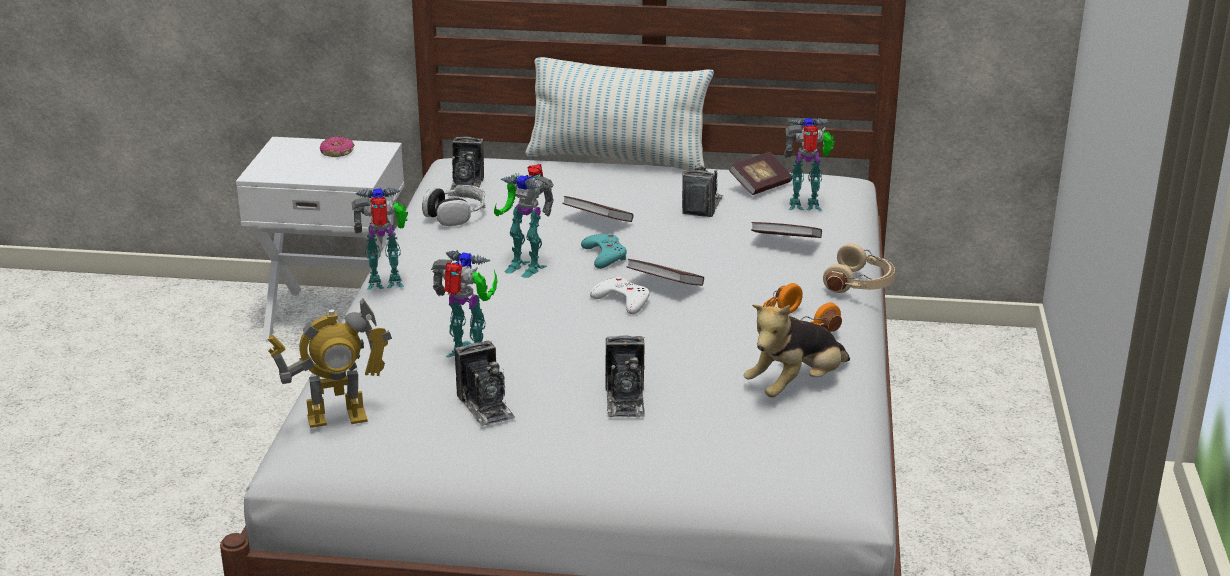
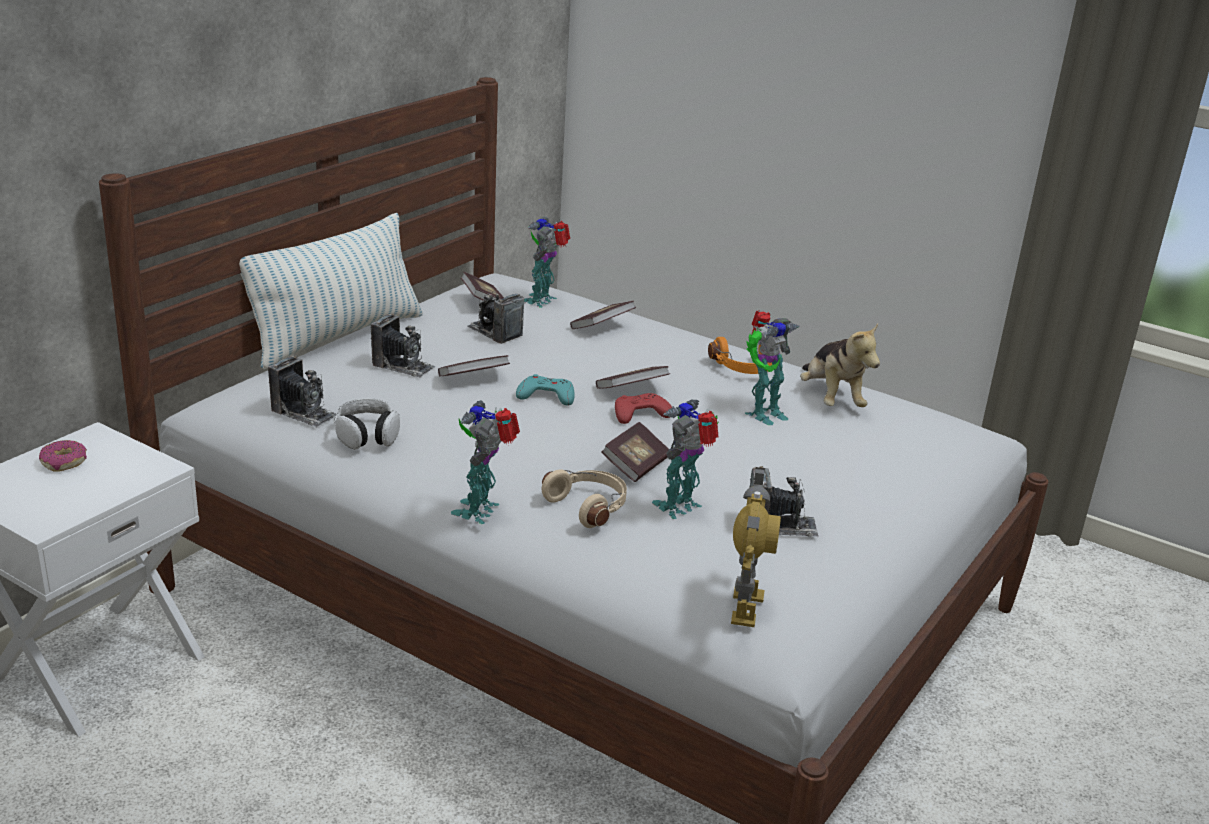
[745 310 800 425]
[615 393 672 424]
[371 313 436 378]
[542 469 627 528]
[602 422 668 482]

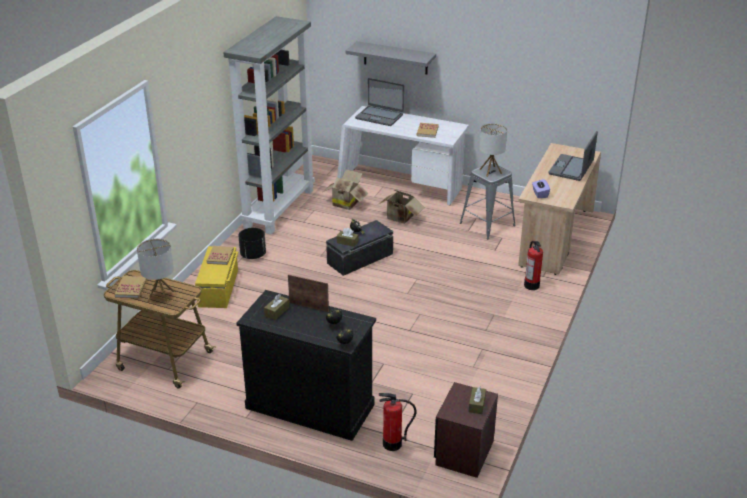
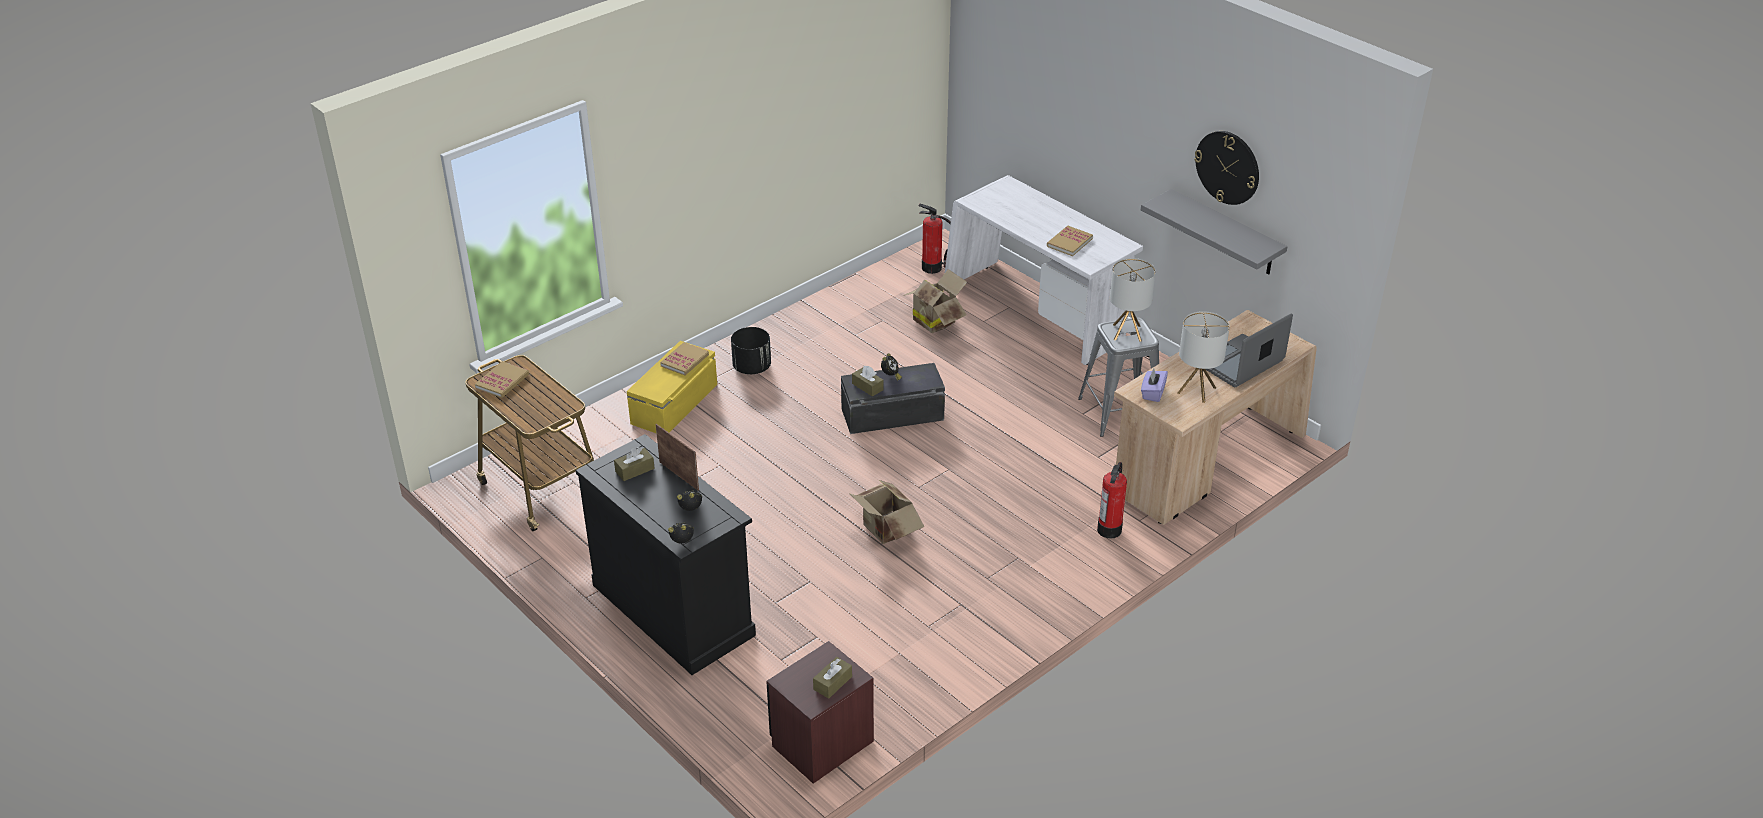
[1177 311 1230 403]
[223 16 315 235] (first image)
[1141 189 1288 274]
[355 78 404 126] (first image)
[850 480 925 544]
[918 204 951 274]
[1194 131 1259 205]

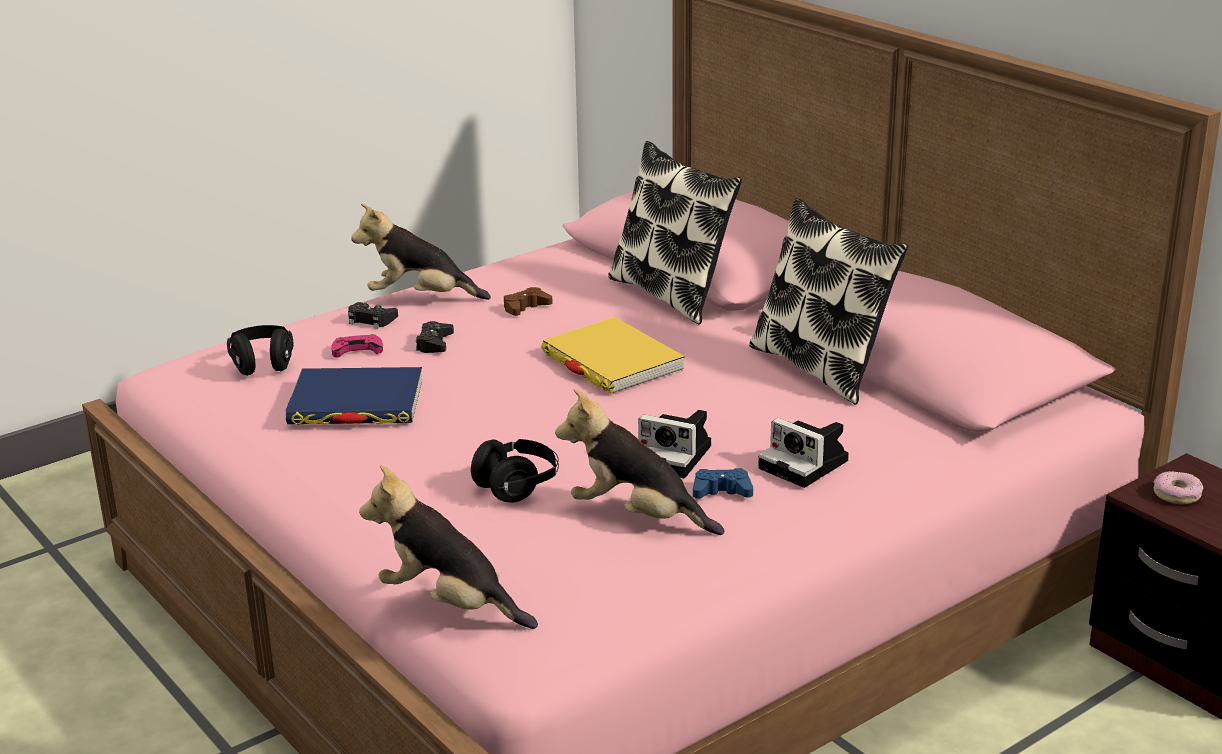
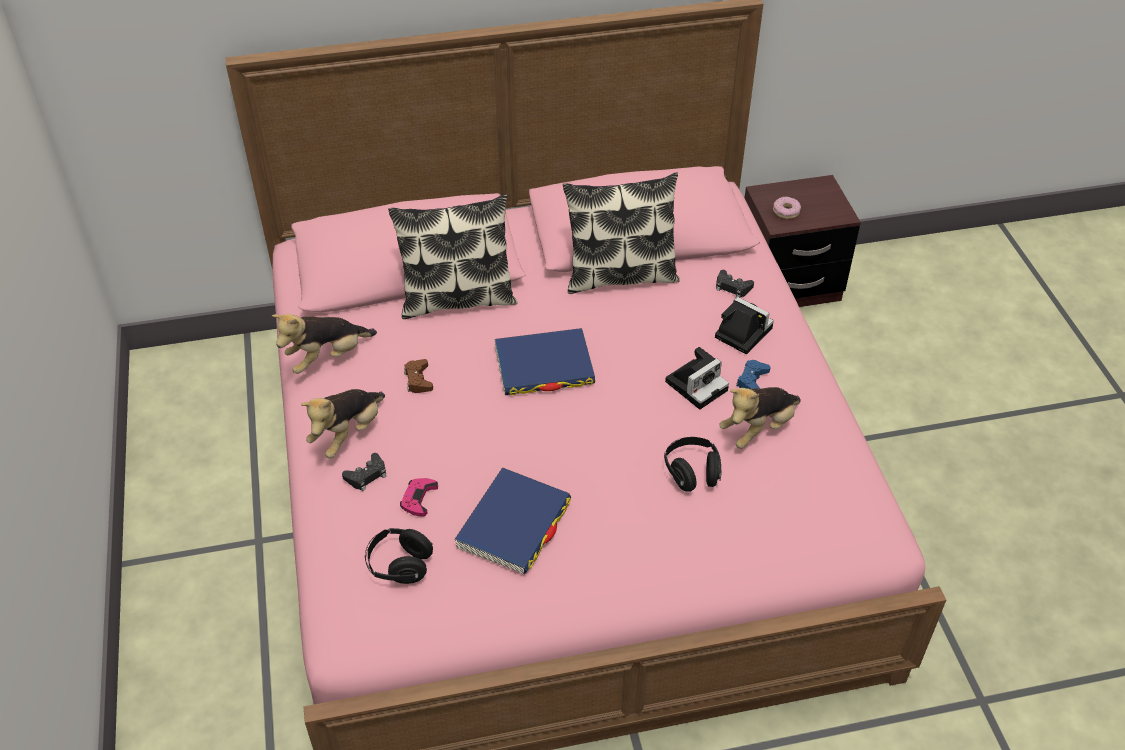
[272 314 377 374]
[716 270 754 298]
[495 328 595 395]
[715 297 774 354]

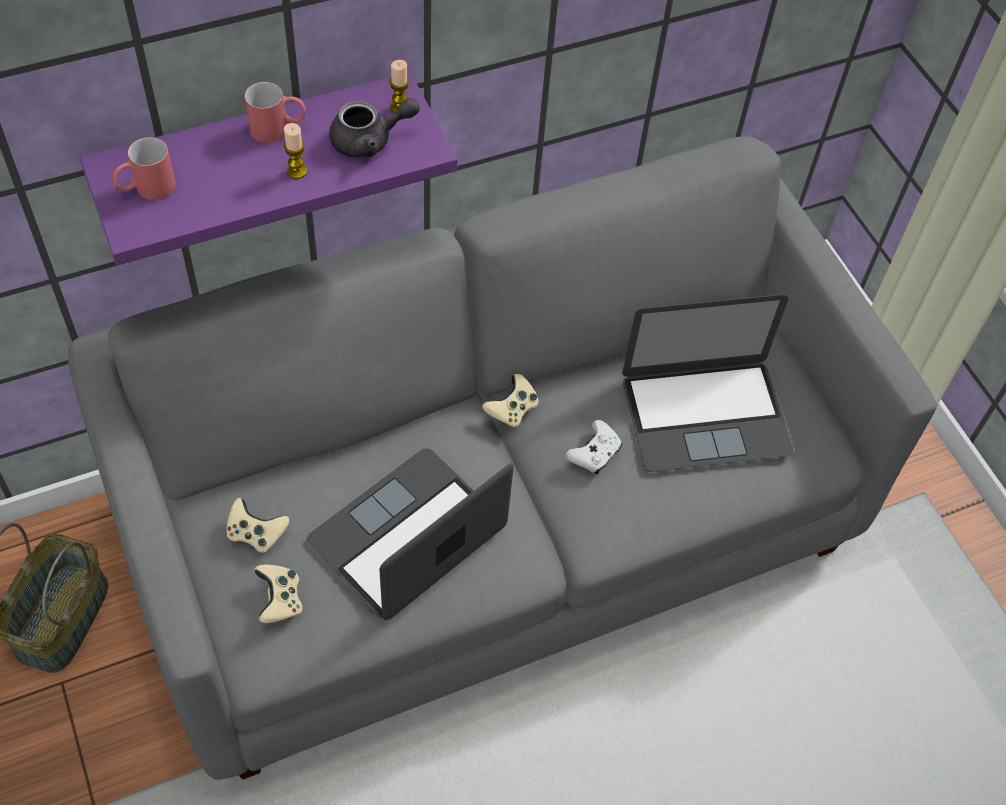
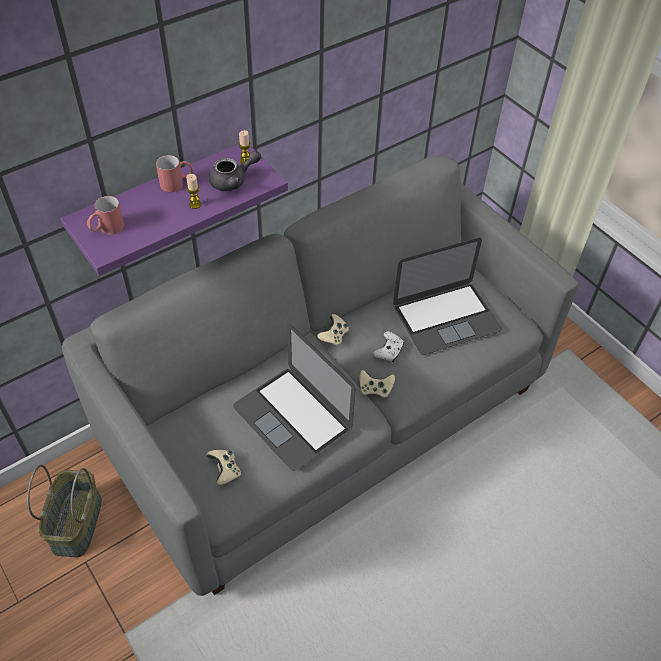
[359 370 395 398]
[233 324 356 471]

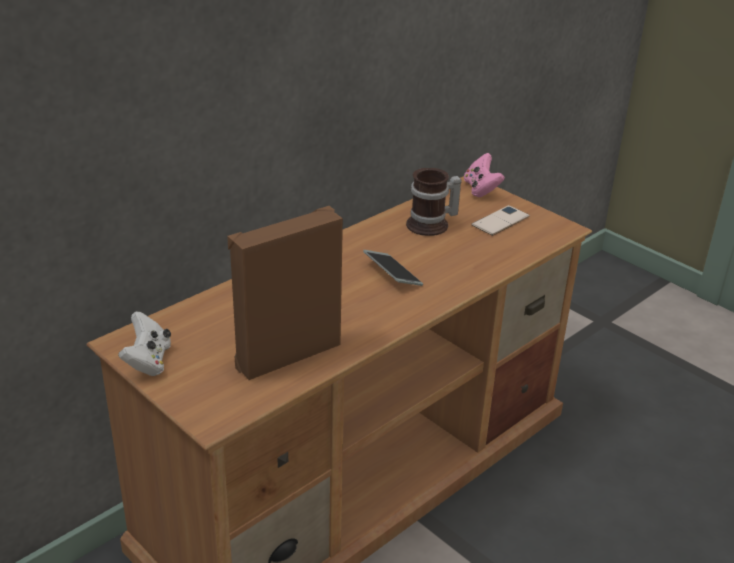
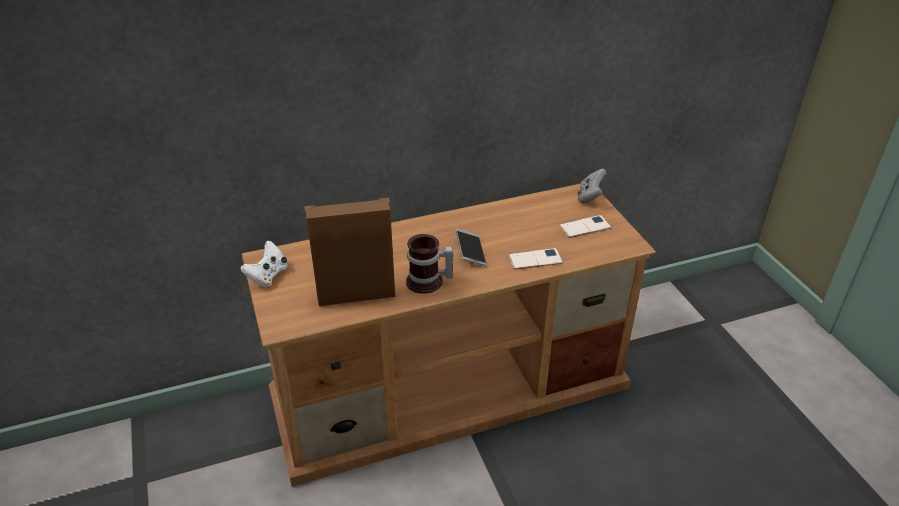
[406 234 453 294]
[578 169 606 204]
[508 248 563 269]

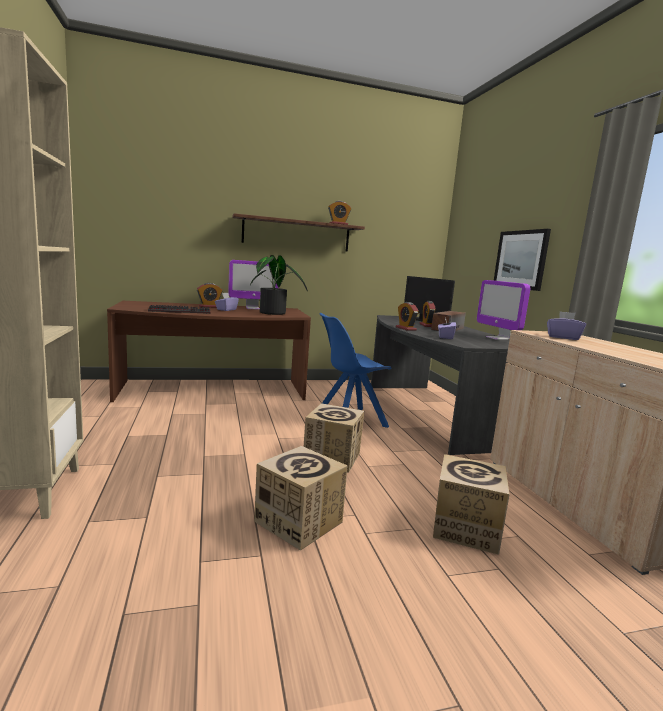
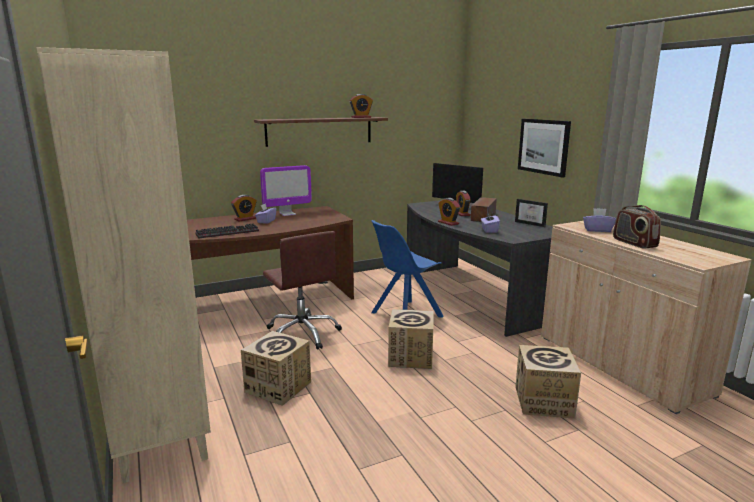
[250 255 308 315] (first image)
[241 331 311 406]
[515 199 548 227]
[263 231 342 350]
[613 205 661 249]

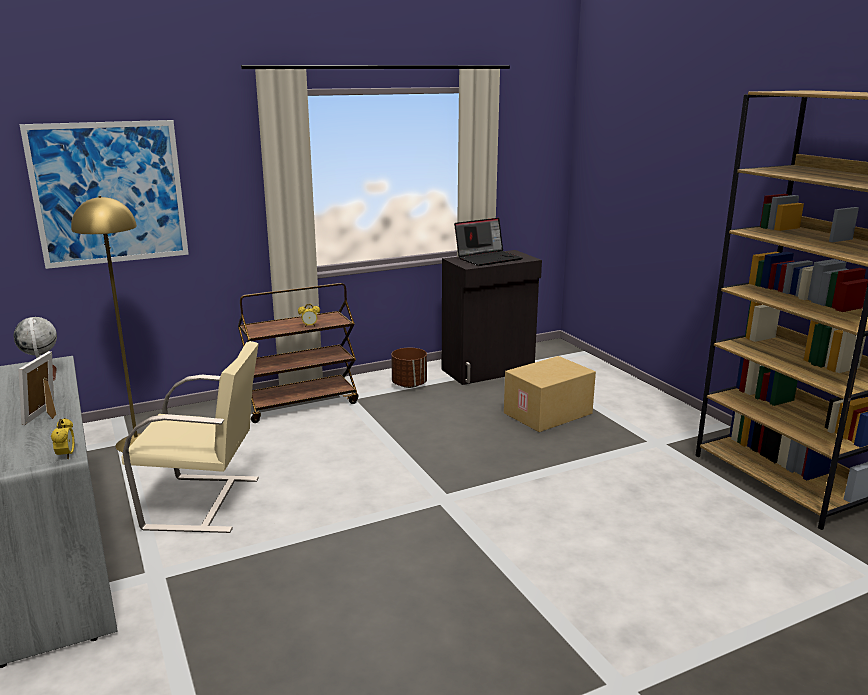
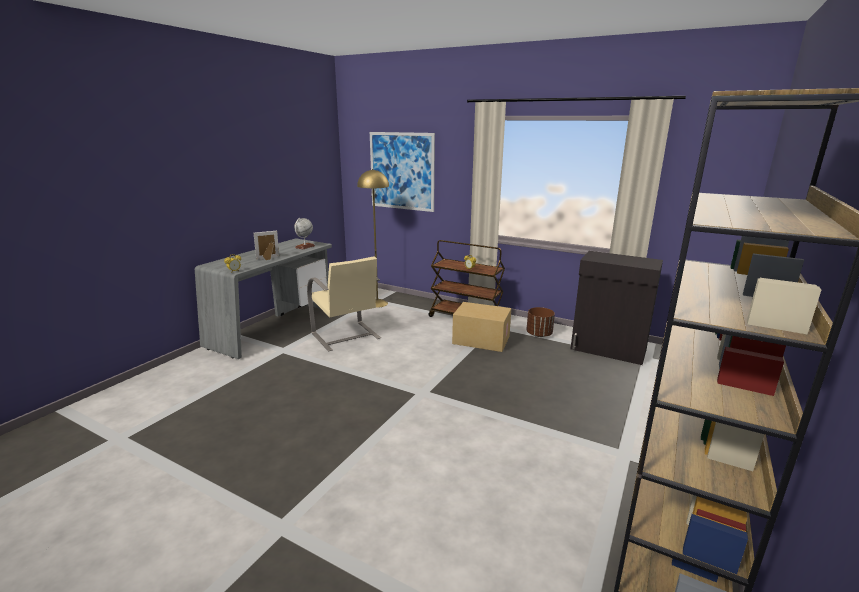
[454 218 523 266] (first image)
[452 302 511 352]

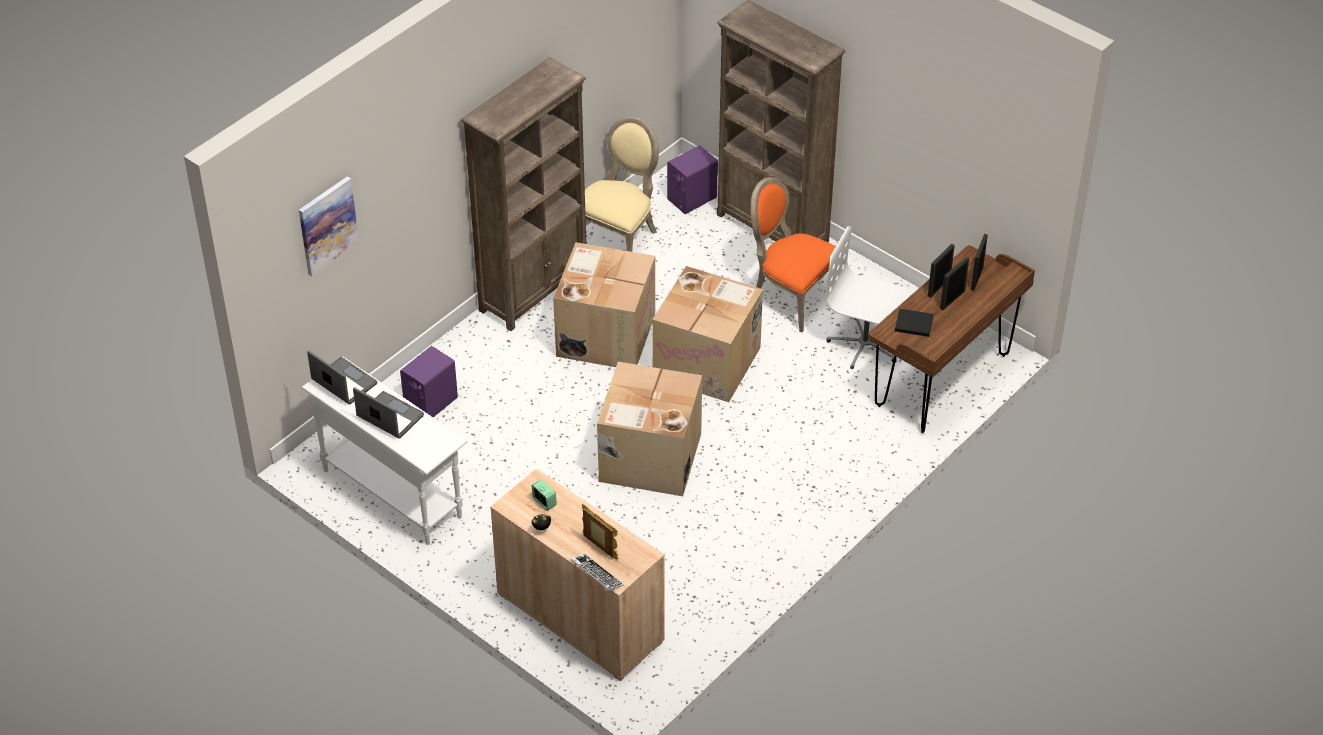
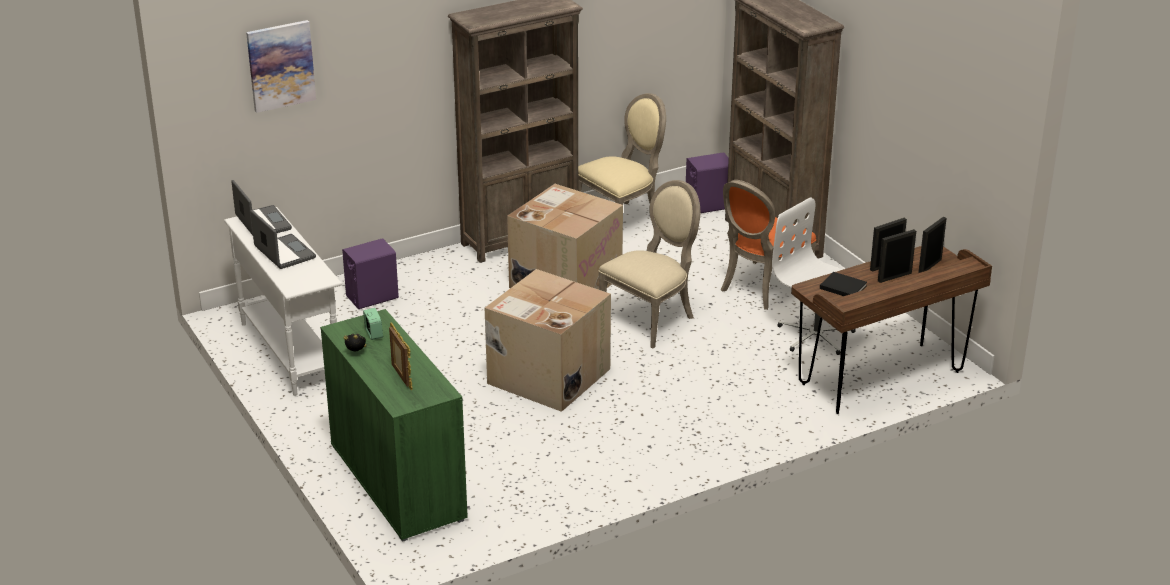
[320 309 468 542]
[571 553 623 591] (first image)
[599 180 700 348]
[721 180 817 310]

